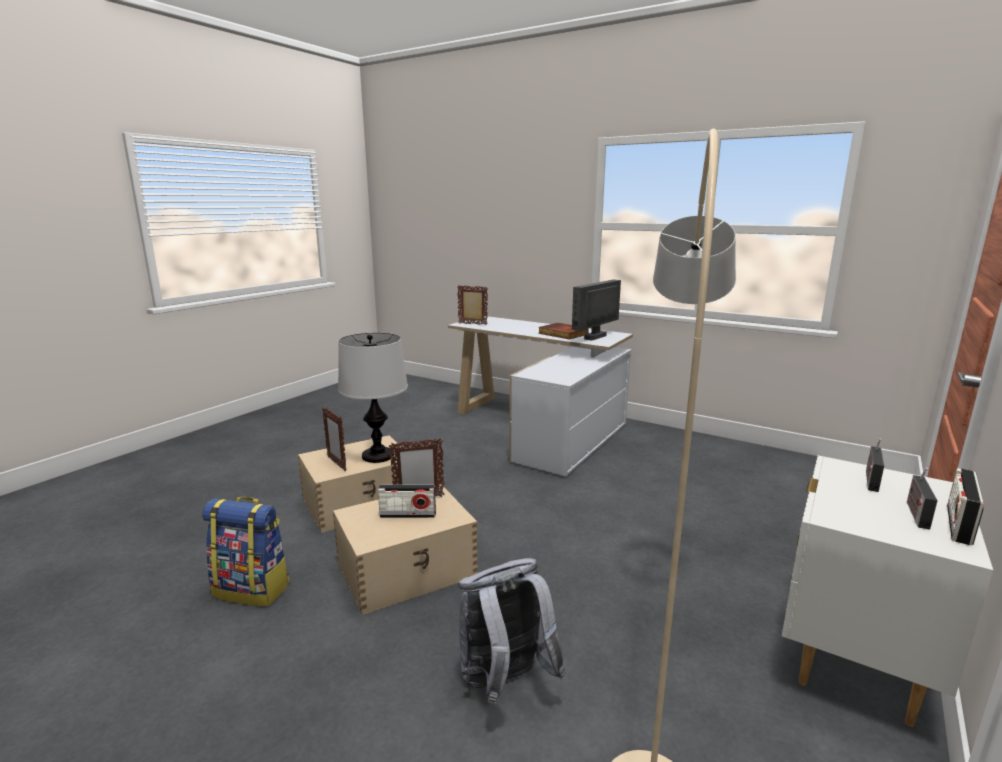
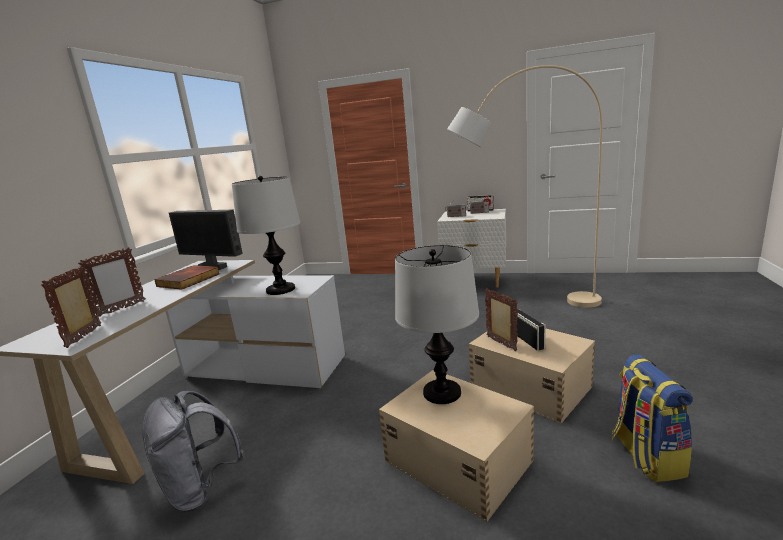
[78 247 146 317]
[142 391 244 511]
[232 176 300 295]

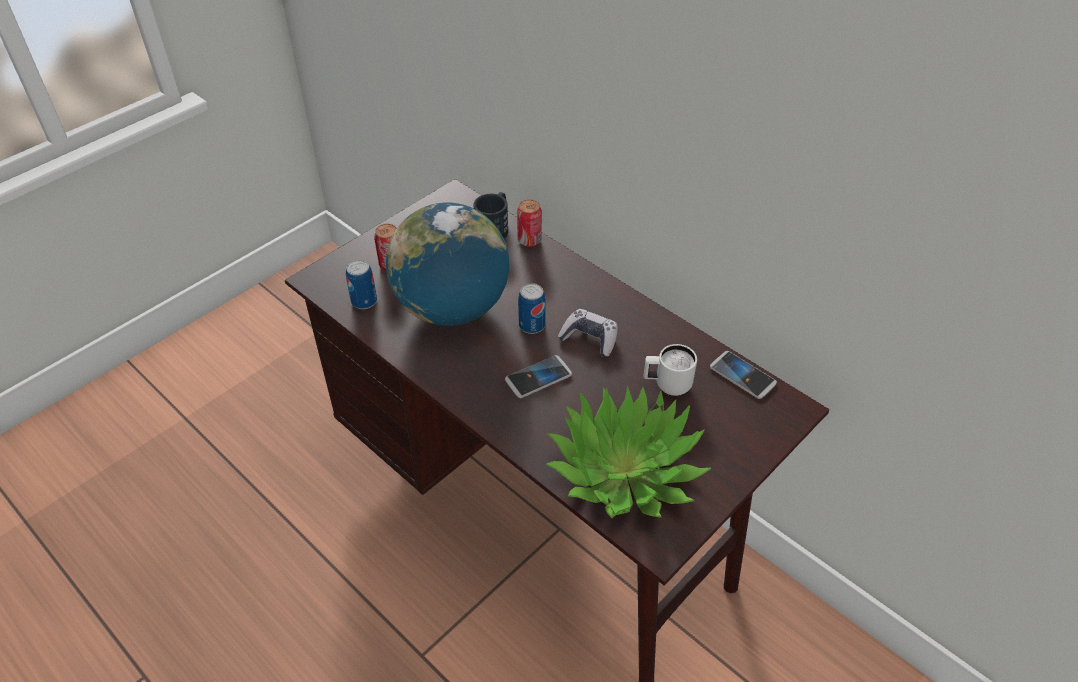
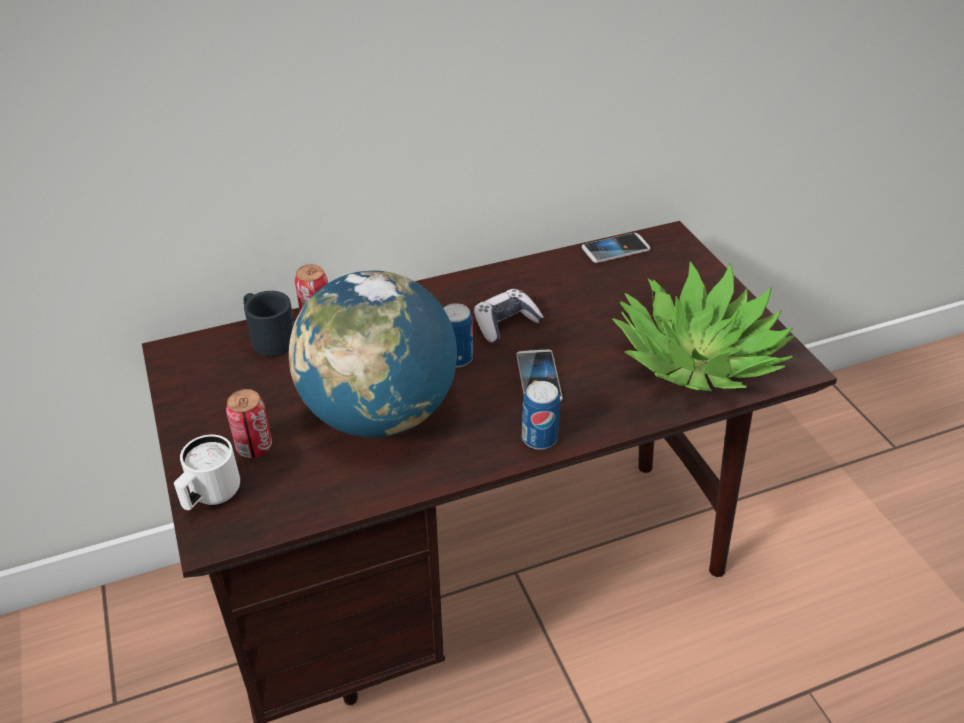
[522 381 560 450]
[174 435 240 510]

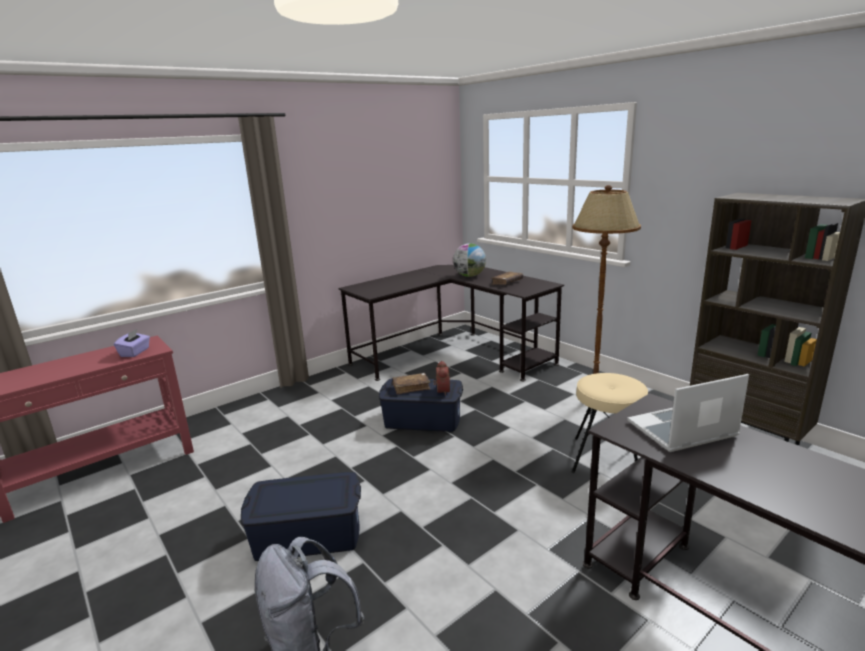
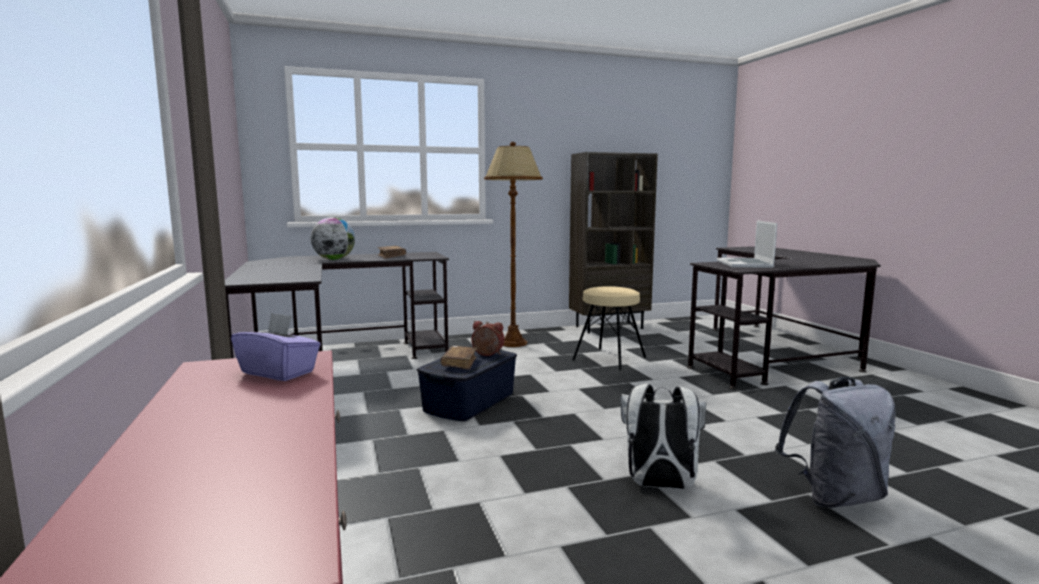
[621 384 706 489]

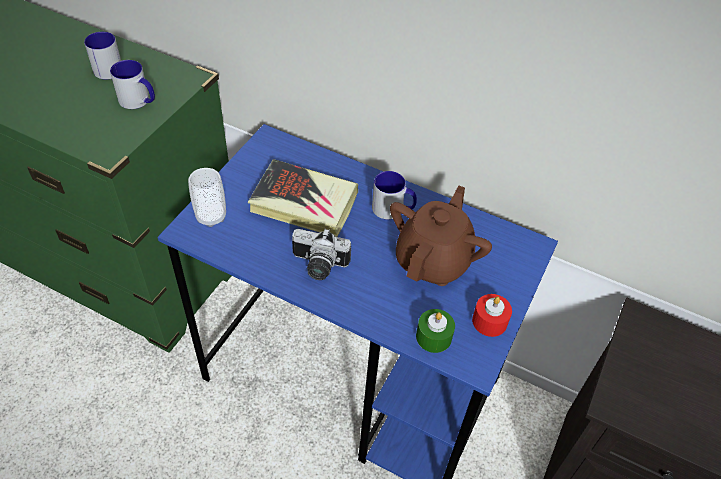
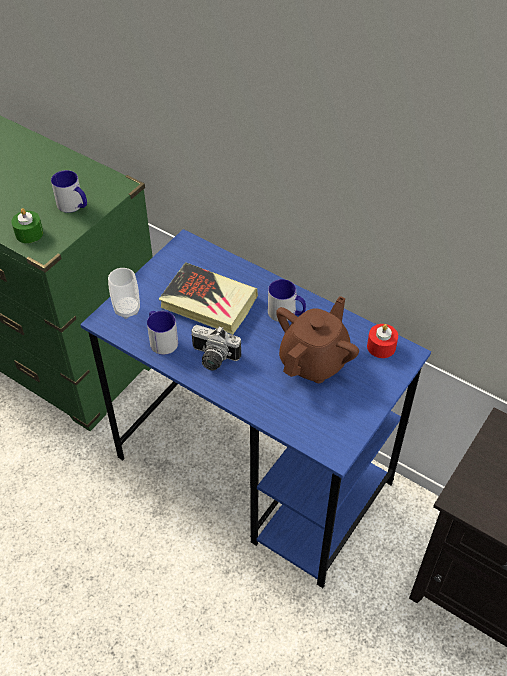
[147 311 178 355]
[11 208 43 243]
[367 324 398 358]

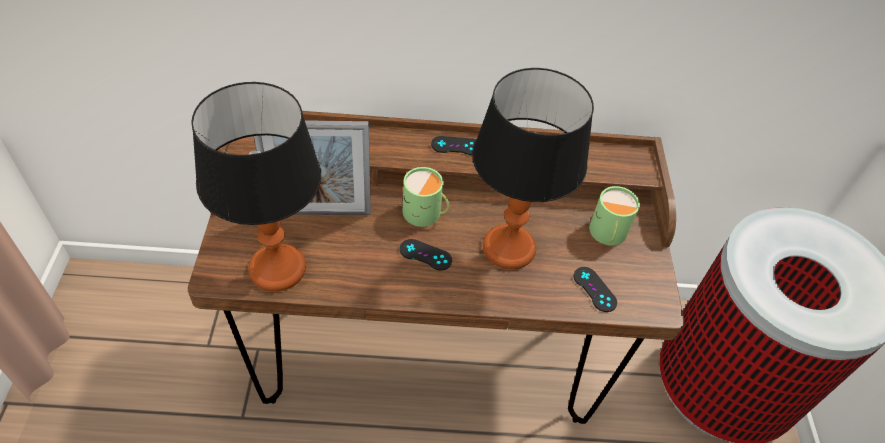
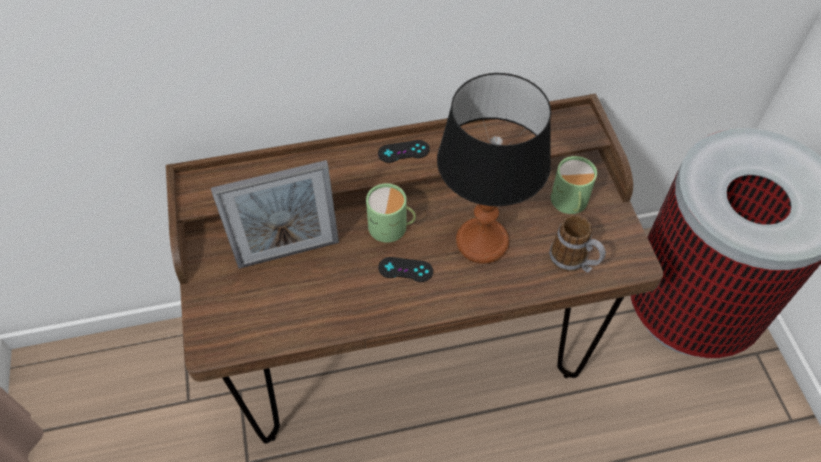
[191 82 321 292] (first image)
[549 215 606 273]

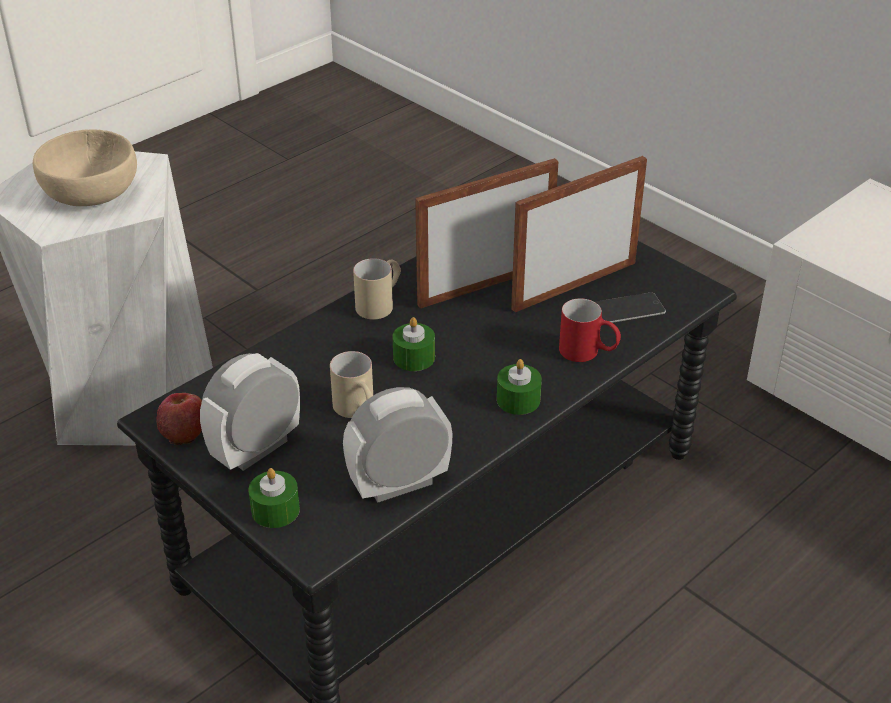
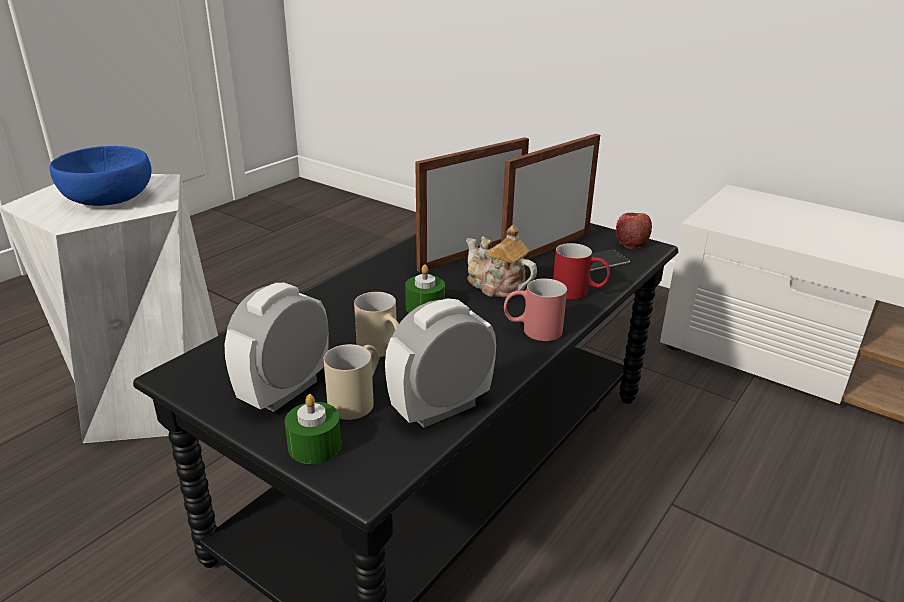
[50 146 152 206]
[616 213 652 248]
[323 344 380 420]
[504 278 567 341]
[466 225 537 297]

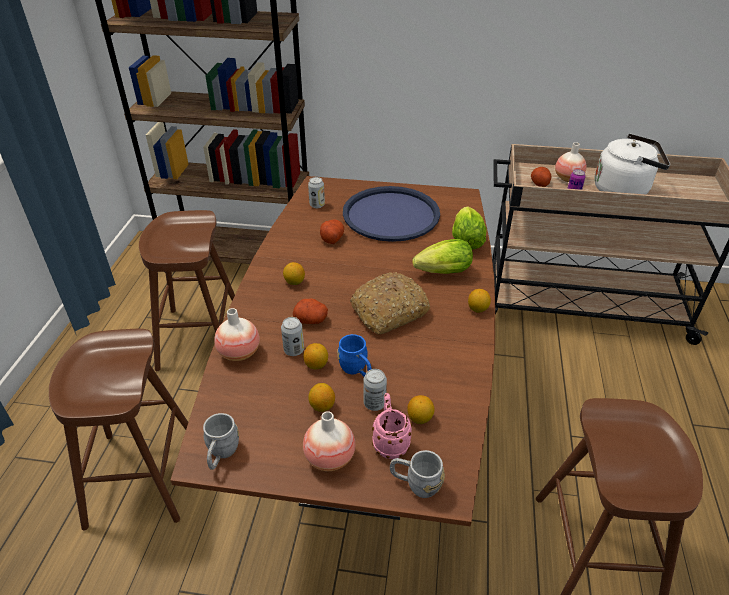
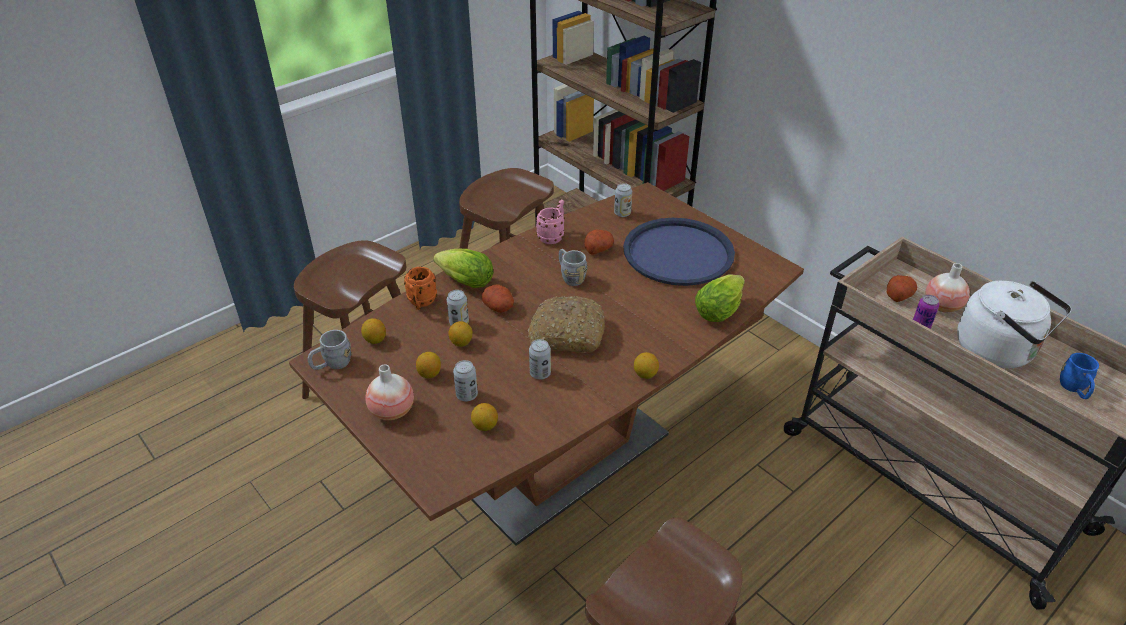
[404 267 437 310]
[361 318 386 344]
[1060 353 1099 399]
[536 199 565 244]
[559 249 587 286]
[433 249 494 288]
[529 339 551 379]

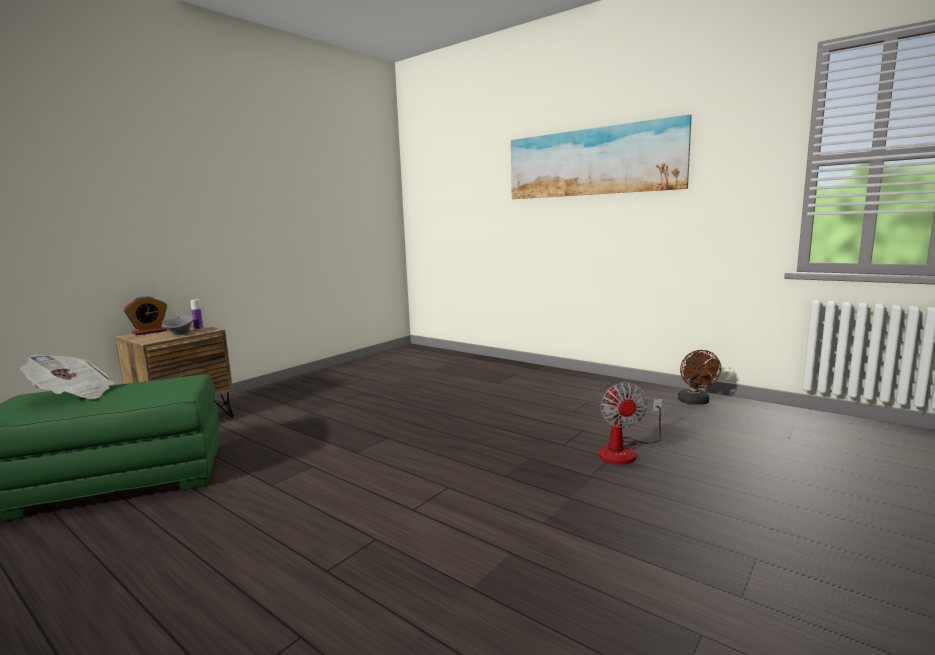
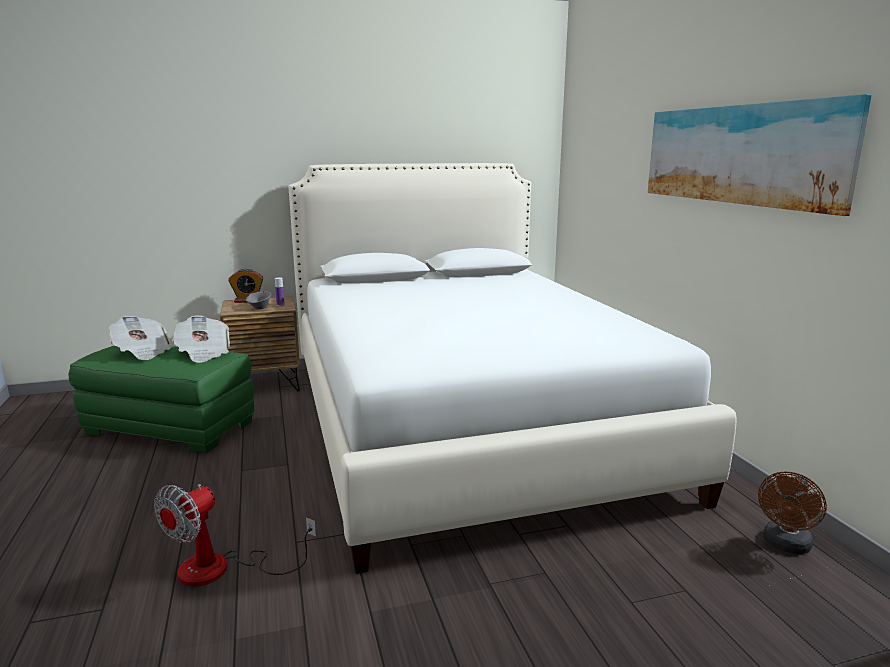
[154 484 316 587]
[172 315 230 363]
[288 163 736 574]

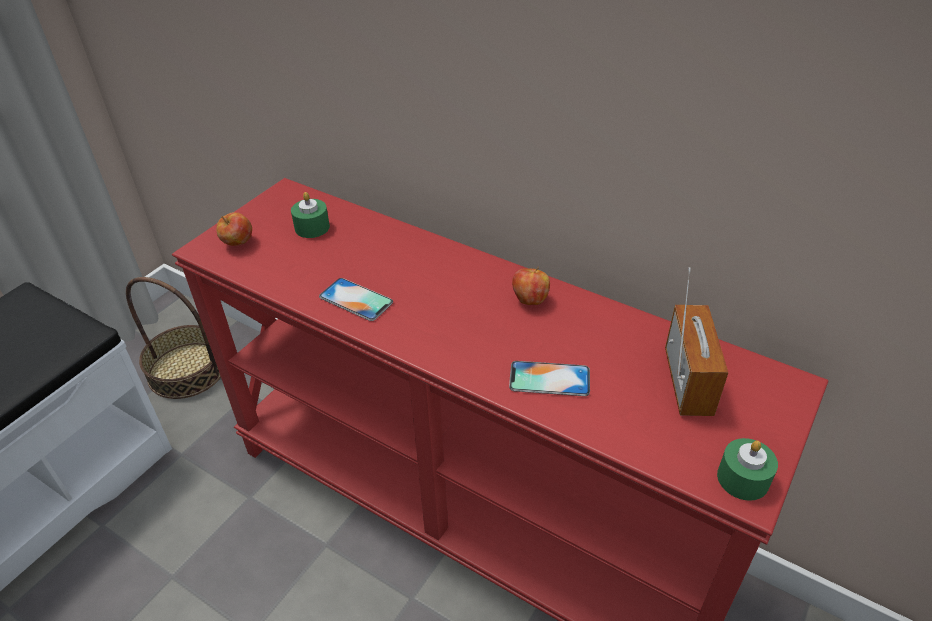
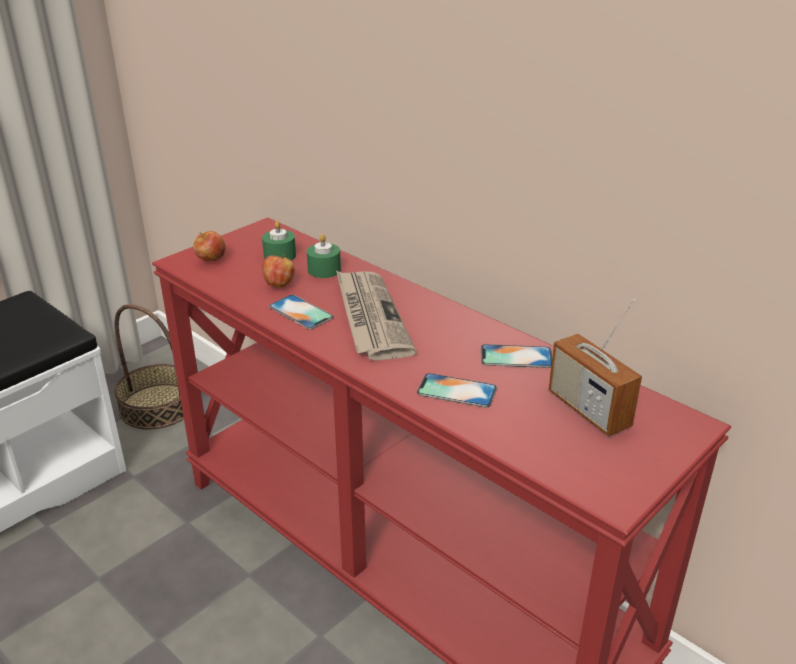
[262 254 295 288]
[549 299 642 436]
[307 234 341 278]
[336 271 416 360]
[481 344 552 368]

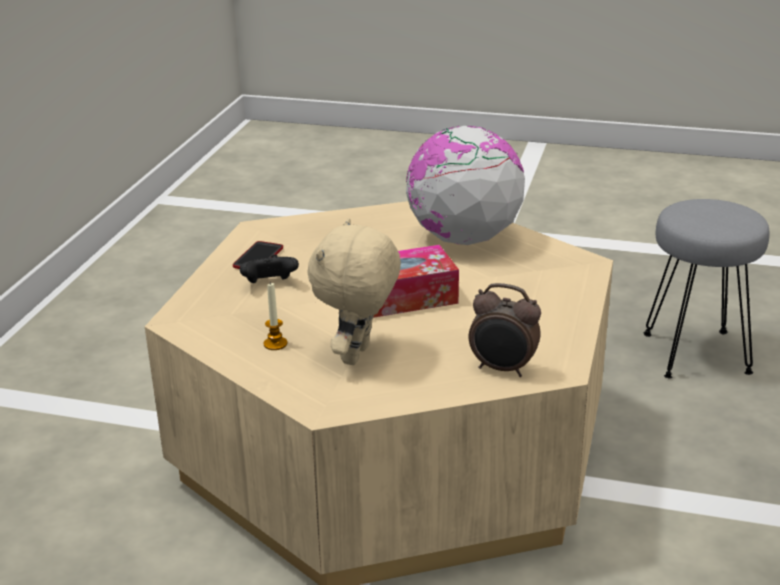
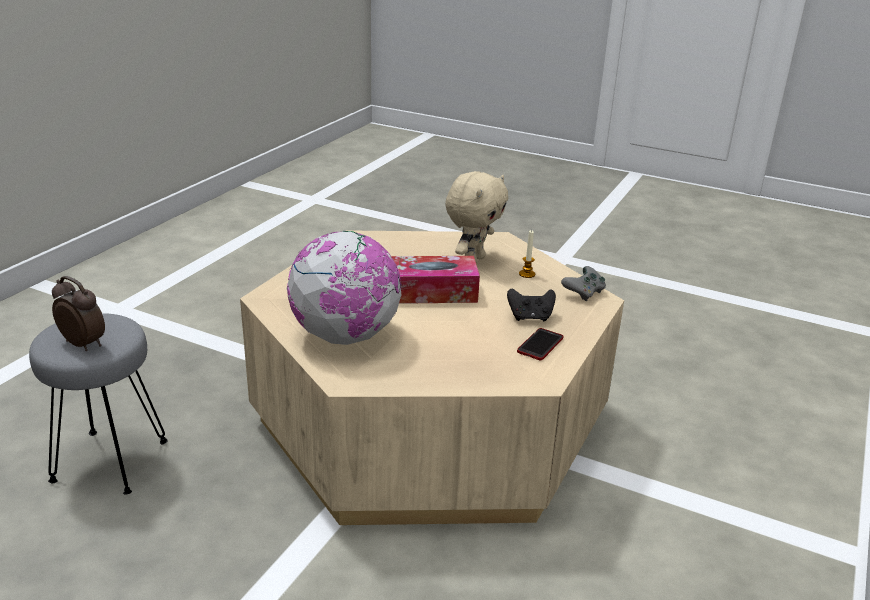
[52 276 105 351]
[561 266 606 301]

